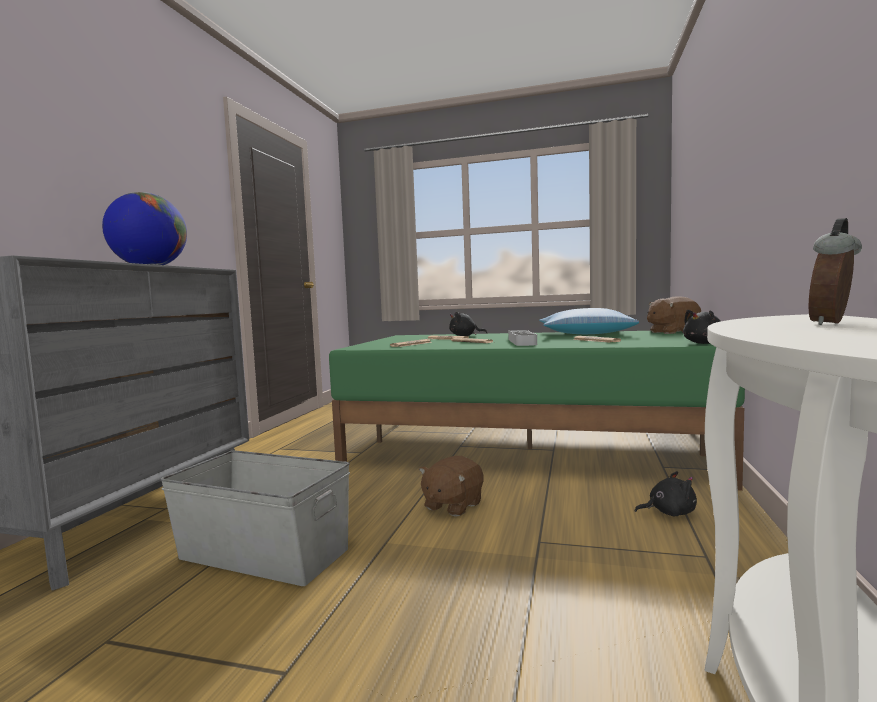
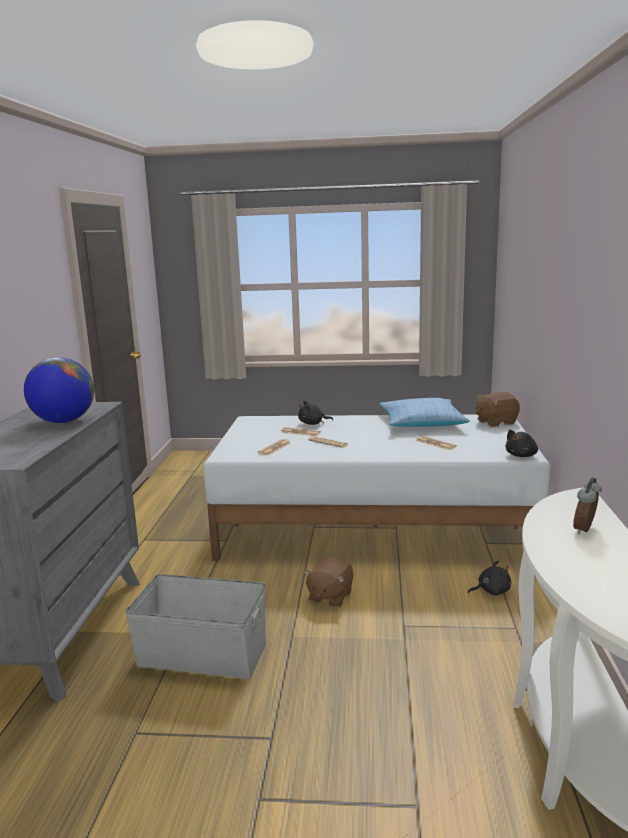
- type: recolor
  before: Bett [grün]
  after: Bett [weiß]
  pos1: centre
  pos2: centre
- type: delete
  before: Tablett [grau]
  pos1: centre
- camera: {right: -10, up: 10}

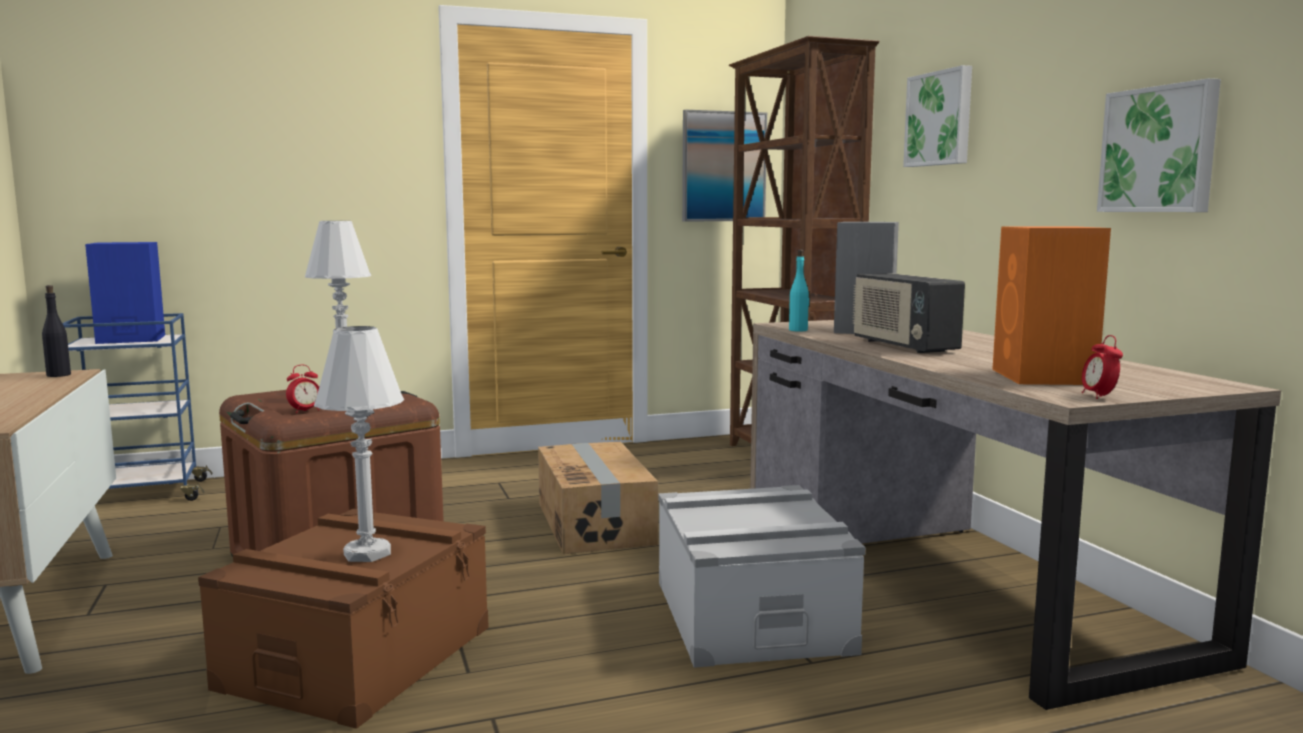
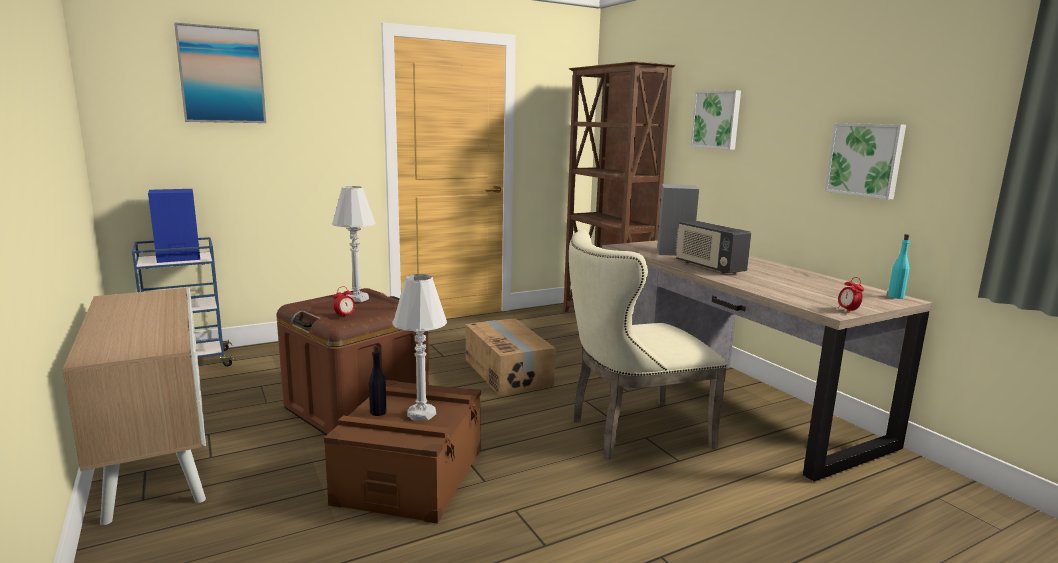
- type: move
  before: Bild (1st from left)
  pos1: top centre
  pos2: top left
- type: move
  before: Flasche [schwarz]
  pos1: middle left
  pos2: bottom centre
- type: replace
  before: Aufbewahrungsbox [grau]
  after: Stuhl [beige]
  pos1: bottom centre
  pos2: centre
- type: move
  before: Flasche [türkis]
  pos1: centre
  pos2: middle right
- type: delete
  before: Lautsprecher [orange]
  pos1: middle right
- camera: {right: -10, up: 5}

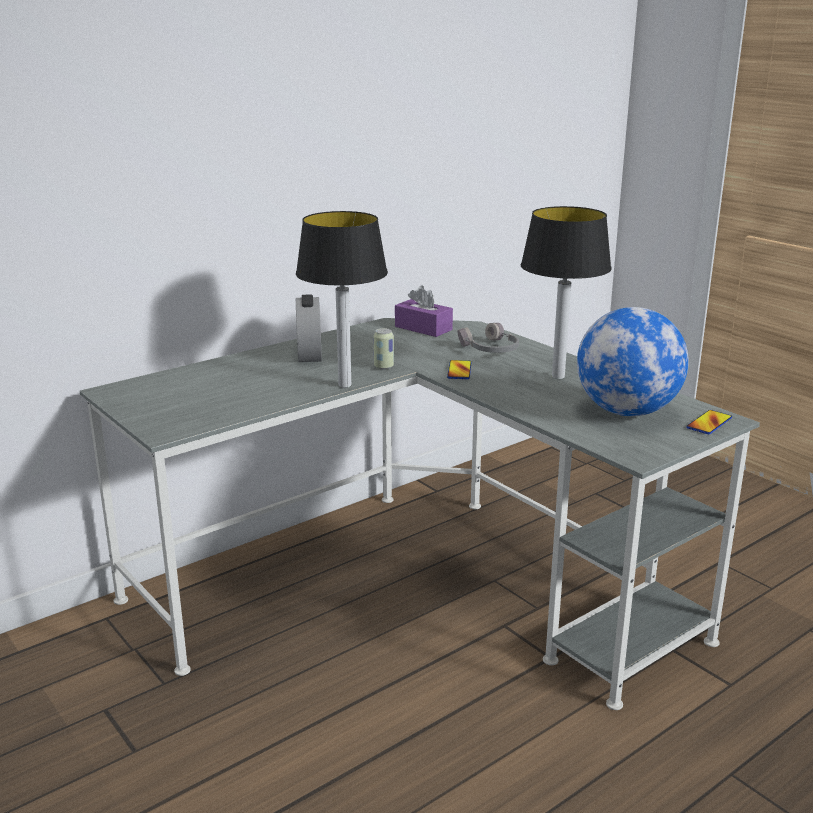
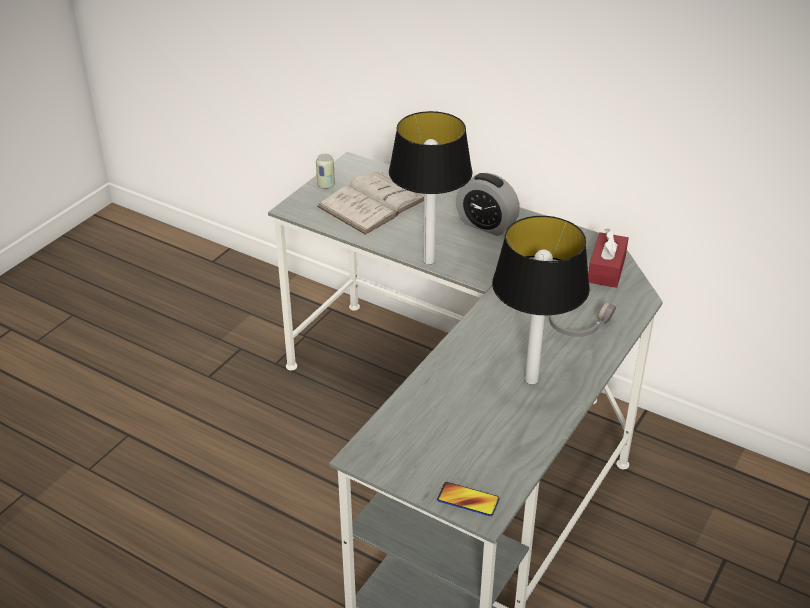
- type: move
  before: Dose
  pos1: centre
  pos2: top centre
- type: insert
  after: Buch [weiß]
  pos2: top centre
- type: rotate
  before: Wecker
  pos1: centre
  pos2: centre
  turn: 60
- type: recolor
  before: Taschentuchbox [lila]
  after: Taschentuchbox [rot]
  pos1: centre
  pos2: middle right
- type: delete
  before: Handy (1st from left)
  pos1: centre
- type: delete
  before: Globus
  pos1: middle right
- camera: {right: 70, up: 15}

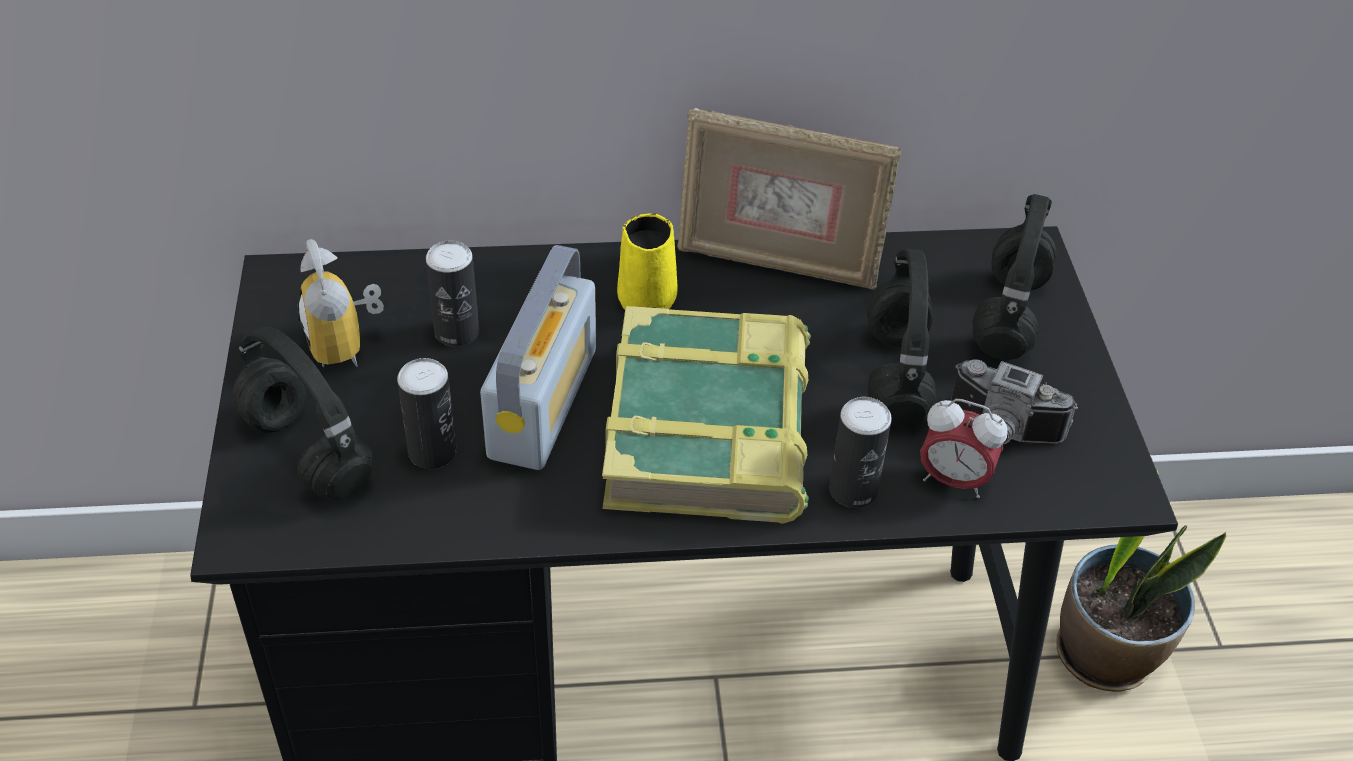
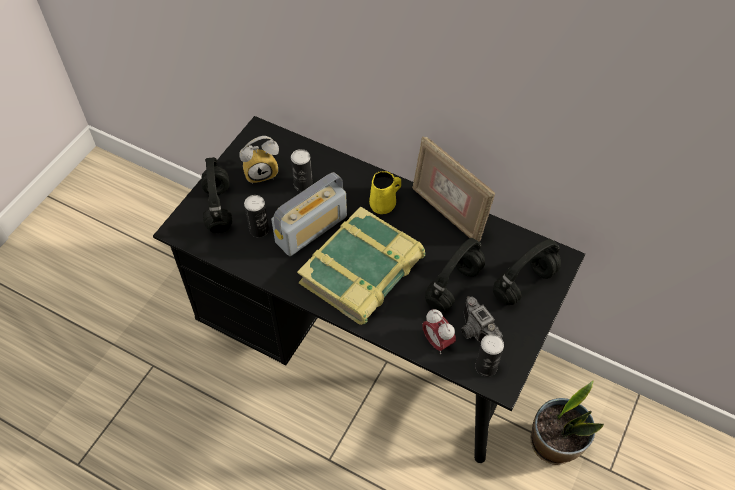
- type: rotate
  before: Wecker (1st from left)
  pos1: middle left
  pos2: top centre
  turn: -120
- type: move
  before: Dose (3rd from left)
  pos1: centre
  pos2: bottom centre
- camera: {right: 35, up: 10}

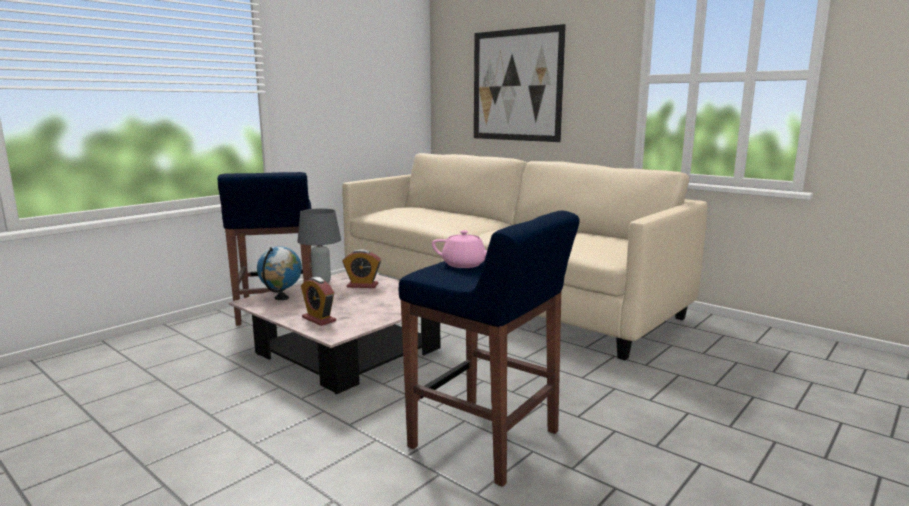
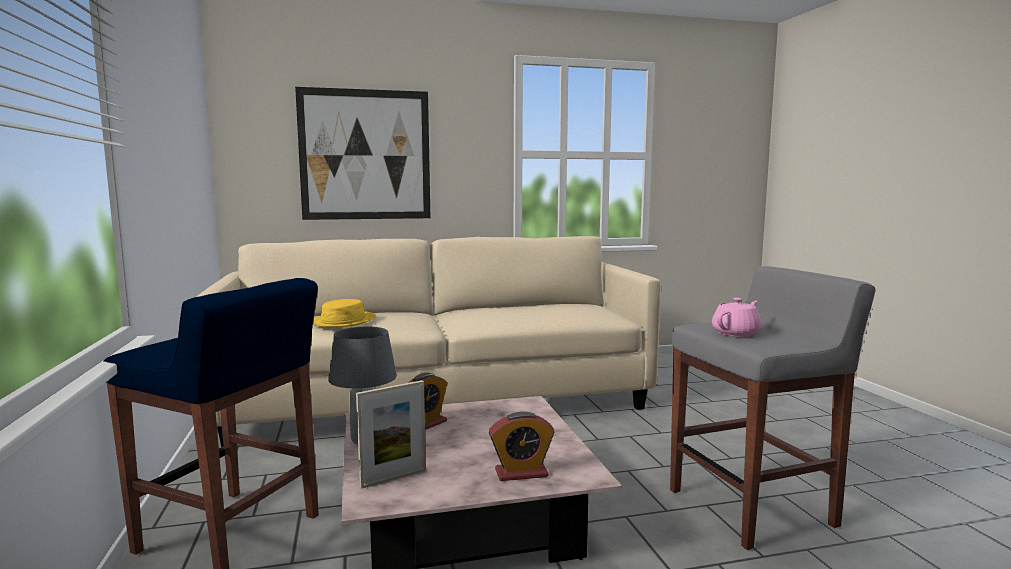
- type: insert
  after: Hut [gelb]
  pos2: centre
- type: replace
  before: Globus
  after: Bilderrahmen
  pos1: middle left
  pos2: bottom centre
- type: recolor
  before: Hocker [blau] (2nd from left)
  after: Hocker [grau]
  pos1: bottom centre
  pos2: bottom right
- camera: {right: -55, up: -5}

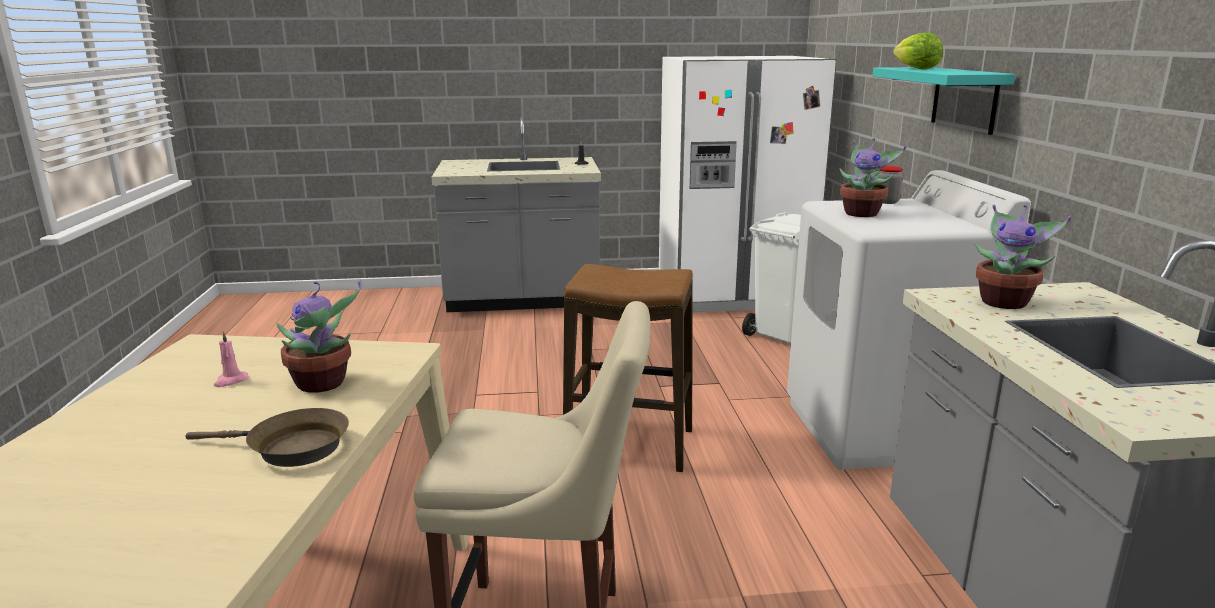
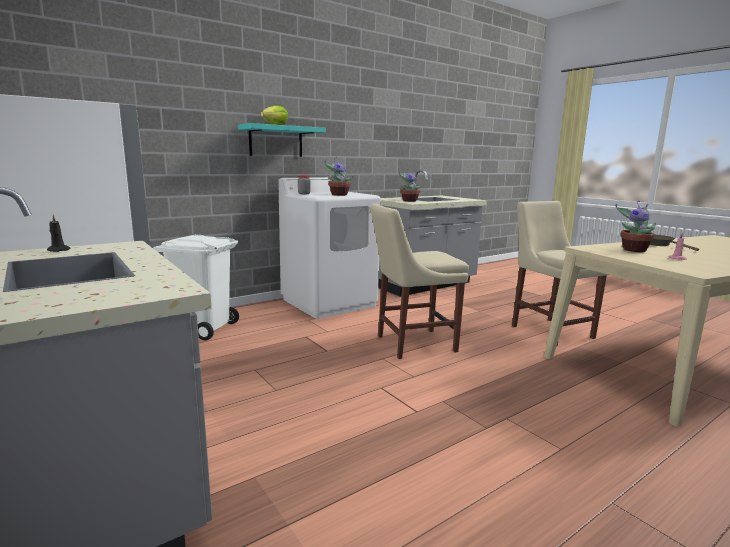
- type: replace
  before: Hocker
  after: Stuhl [beige] (1st from left)
  pos1: centre
  pos2: centre
- camera: {right: -120, up: -5}

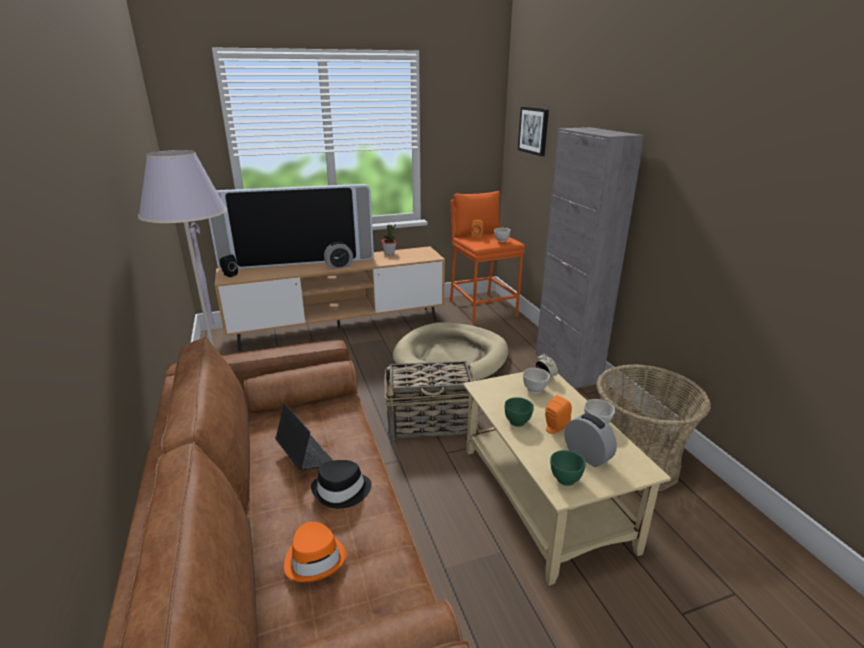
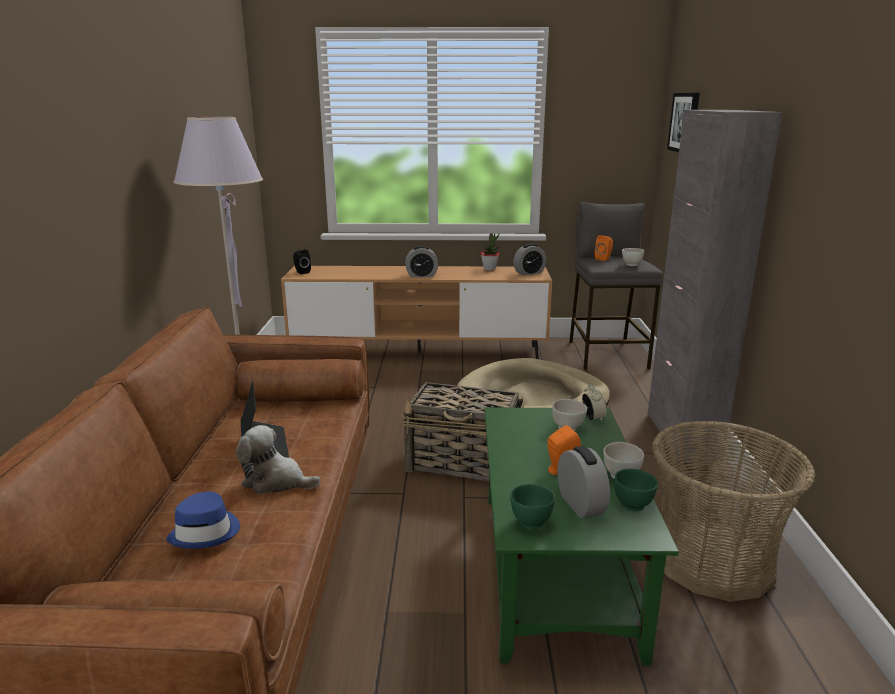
- type: recolor
  before: Hut [orange]
  after: Hut [blau]
  pos1: bottom centre
  pos2: bottom left
- type: replace
  before: Hut [schwarz]
  after: Plüschtier
  pos1: bottom centre
  pos2: middle left
- type: recolor
  before: Couchtisch [beige]
  after: Couchtisch [grün]
  pos1: bottom centre
  pos2: bottom centre
- type: insert
  after: Wecker (2nd from left)
  pos2: centre
- type: recolor
  before: Hocker [orange]
  after: Hocker [grau]
  pos1: centre
  pos2: middle right
- type: move
  before: Schüssel [grün] (1st from left in the first image)
  after: Schüssel [grün] (2nd from left)
  pos1: centre
  pos2: bottom right
- type: delete
  before: Fernseher
  pos1: centre
- camera: {right: 20, up: -5}

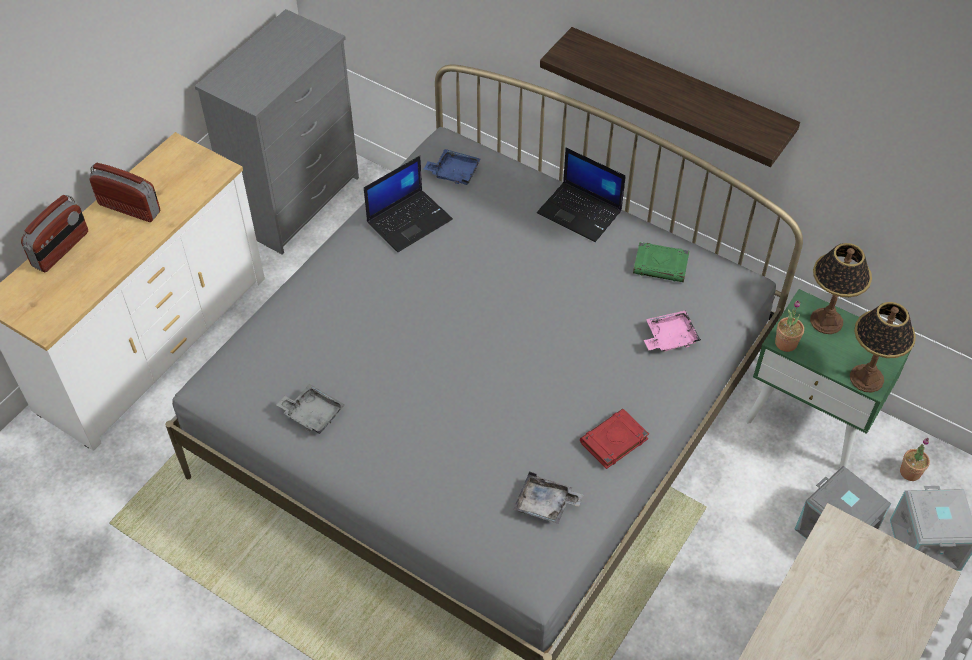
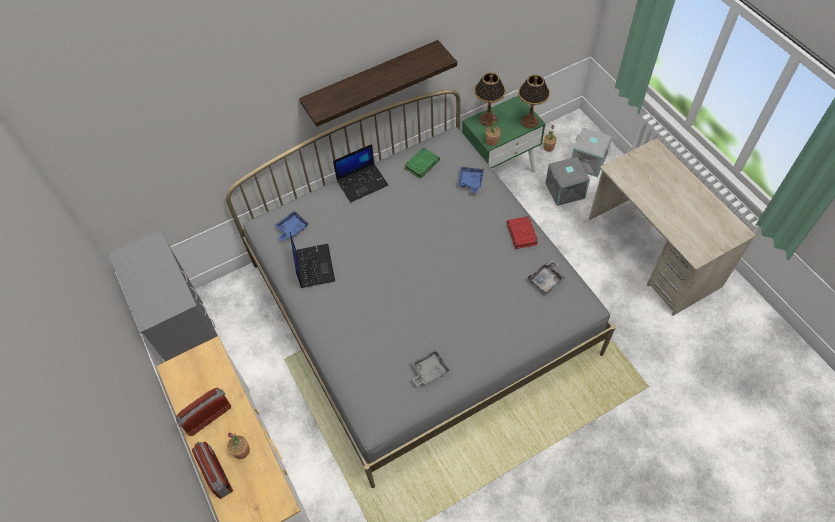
- type: insert
  after: Topfpflanze (1st from left)
  pos2: bottom left
- type: recolor
  before: Tablett [rosa]
  after: Tablett [blau] (2nd from left)
  pos1: middle right
  pos2: centre
- camera: {right: -60, up: 5}

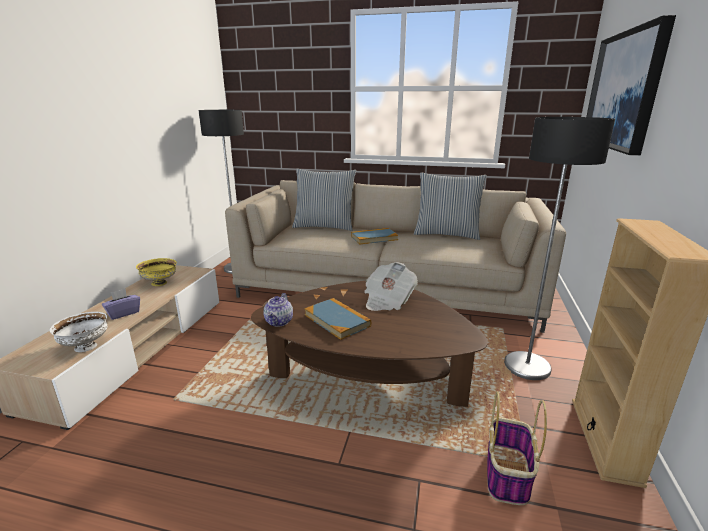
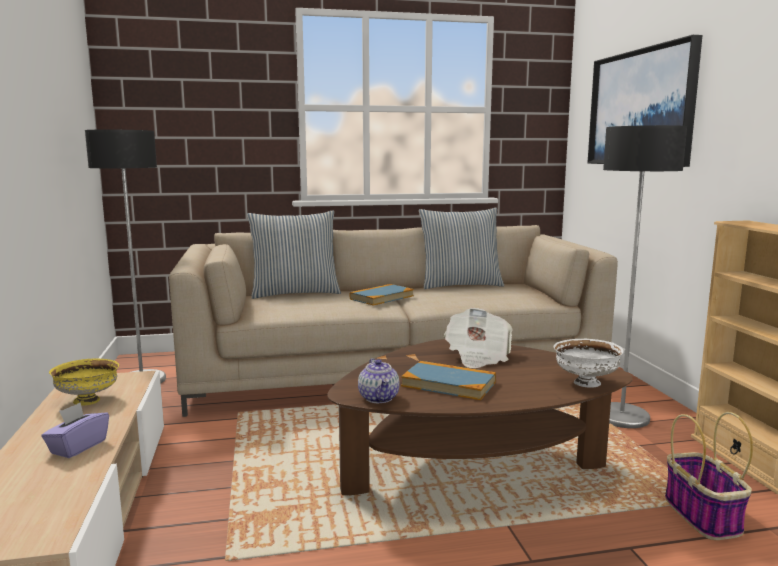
- type: move
  before: Schüssel [weiß]
  pos1: middle left
  pos2: middle right
- camera: {right: -25, up: -10}

